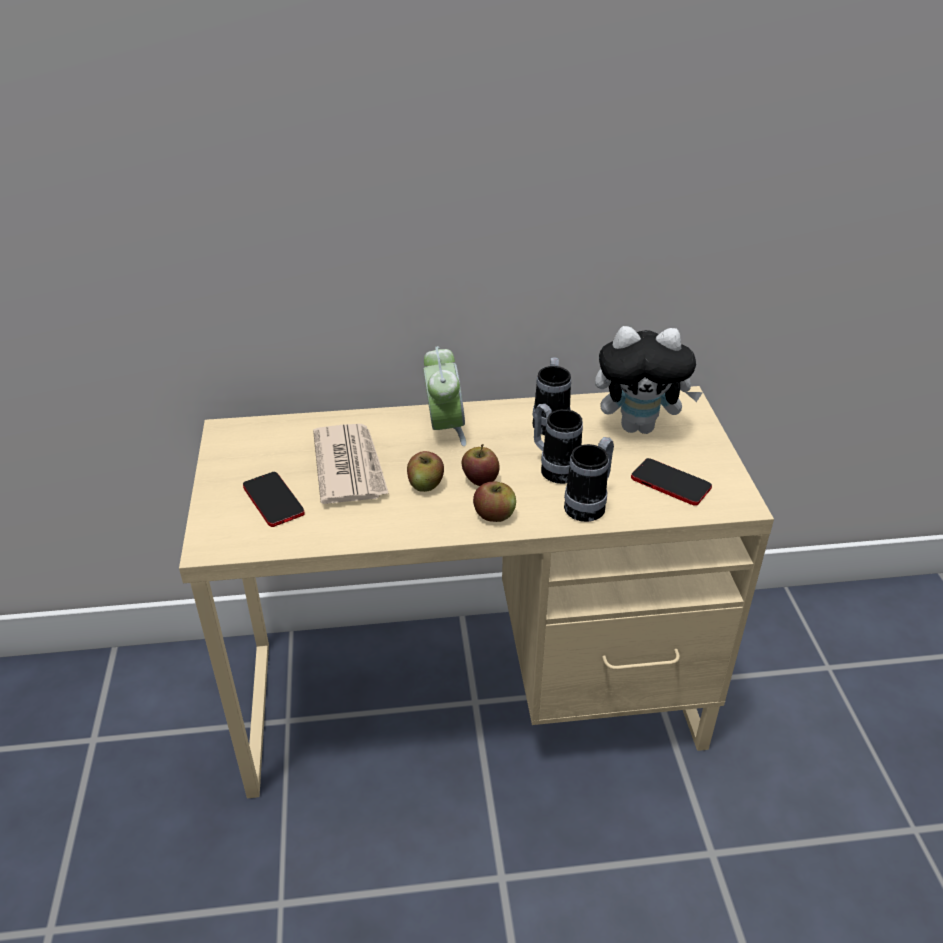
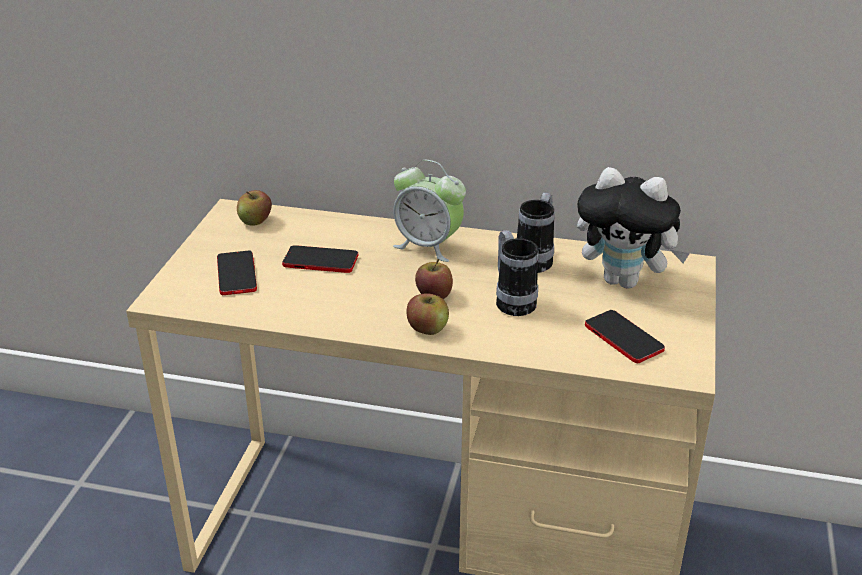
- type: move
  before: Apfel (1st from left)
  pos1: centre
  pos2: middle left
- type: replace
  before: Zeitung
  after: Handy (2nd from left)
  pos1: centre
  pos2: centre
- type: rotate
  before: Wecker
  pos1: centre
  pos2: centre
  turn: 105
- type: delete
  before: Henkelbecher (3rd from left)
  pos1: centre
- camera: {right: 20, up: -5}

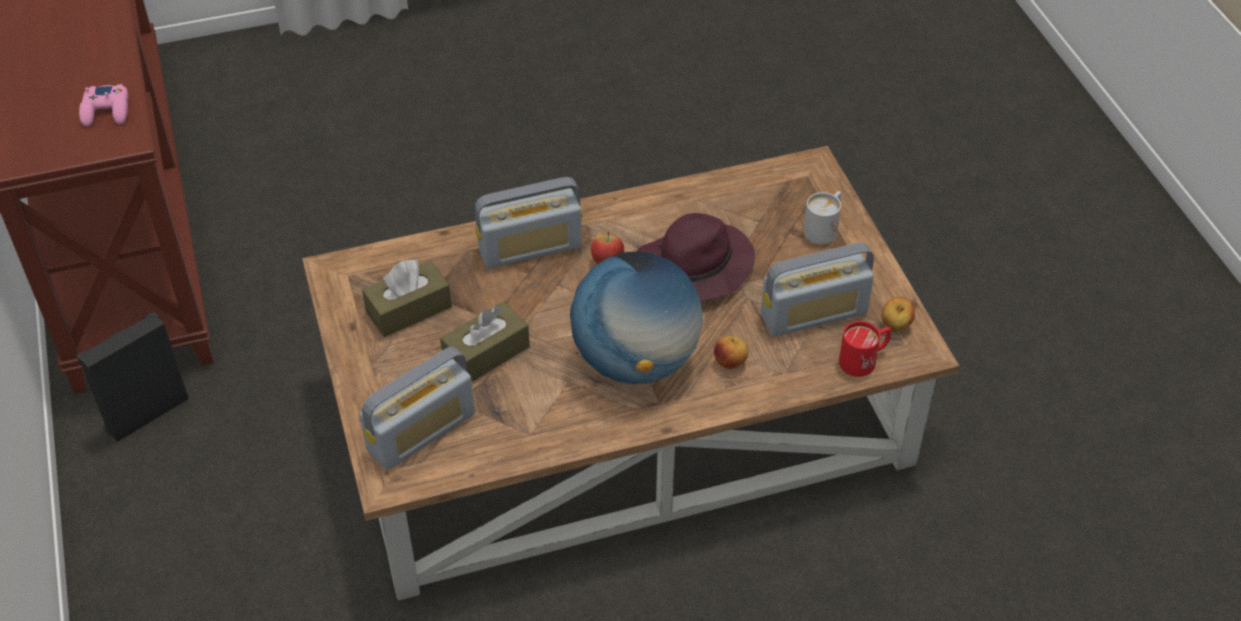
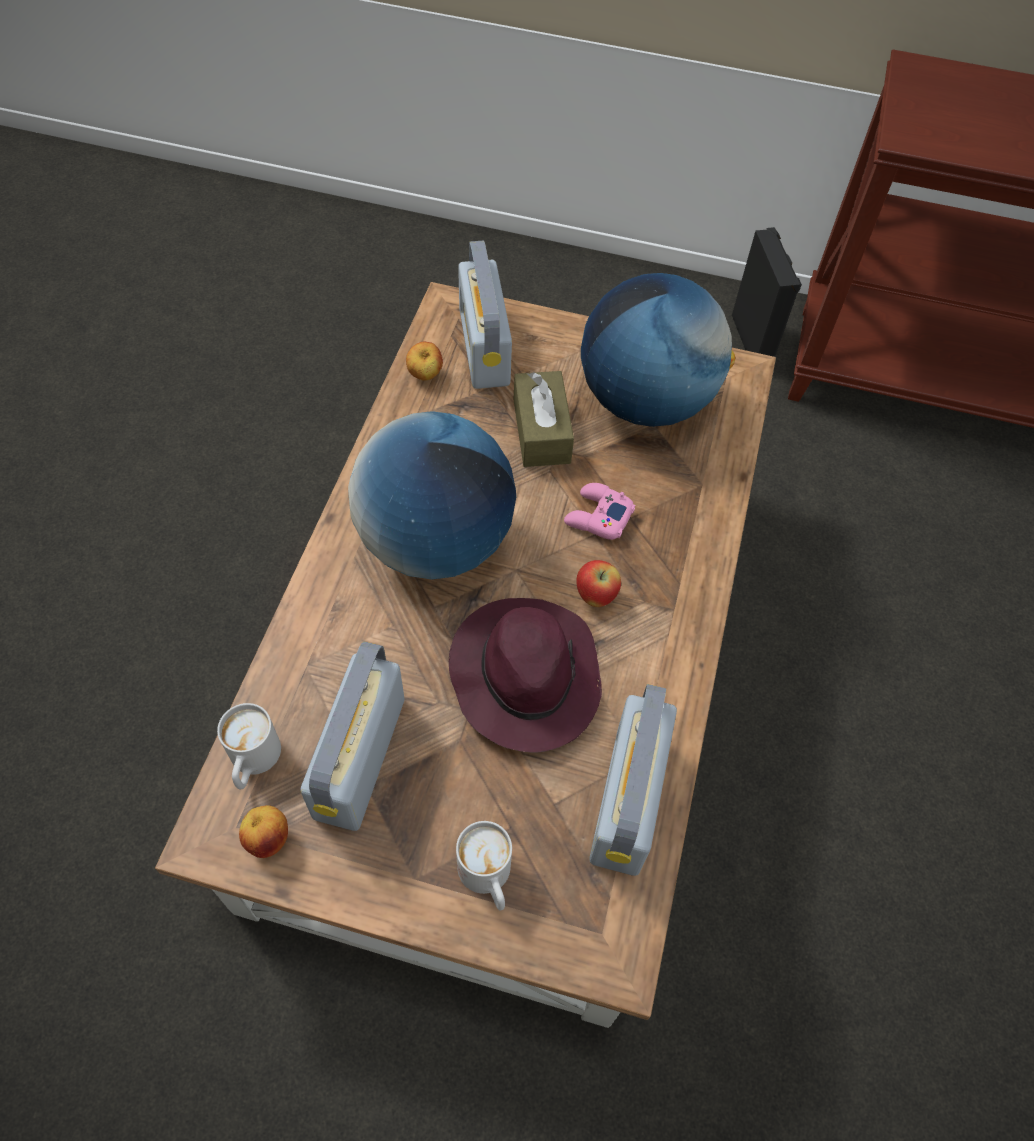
- type: recolor
  before: Henkelbecher [rot]
  after: Henkelbecher [weiß] (1st from left)
  pos1: middle right
  pos2: middle left
- type: move
  before: Apfel (2nd from left)
  pos1: centre
  pos2: top centre
- type: move
  before: Gamepad [rosa]
  pos1: top left
  pos2: centre
- type: replace
  before: Taschentuchbox [braun] (1st from left)
  after: Globus (2nd from left)
  pos1: middle left
  pos2: top centre
- type: move
  before: Radio (2nd from left in the first image)
  after: Radio (3rd from left)
  pos1: centre
  pos2: bottom centre
- camera: {right: 120, up: 10}

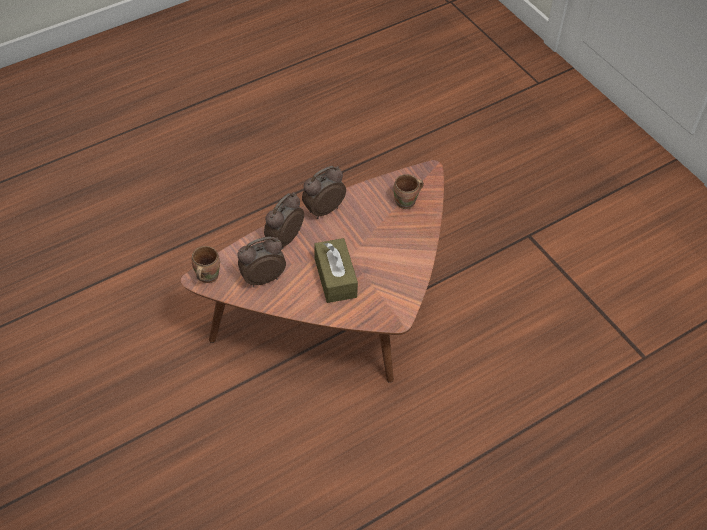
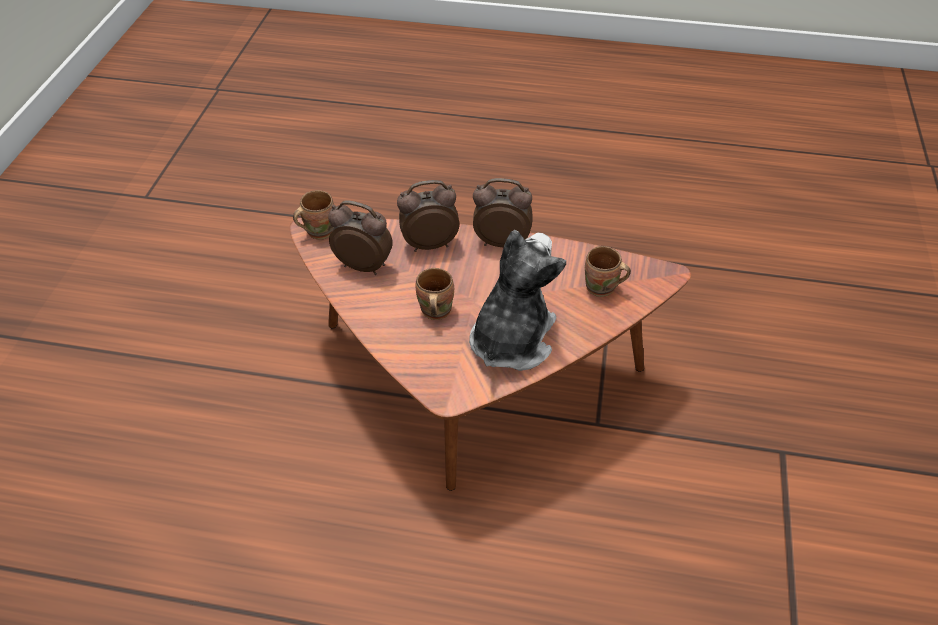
- type: replace
  before: Taschentuchbox [braun]
  after: Henkelbecher [braun] (2nd from left)
  pos1: centre
  pos2: centre
- type: insert
  after: Plüschtier
  pos2: centre
- camera: {right: 45, up: -5}

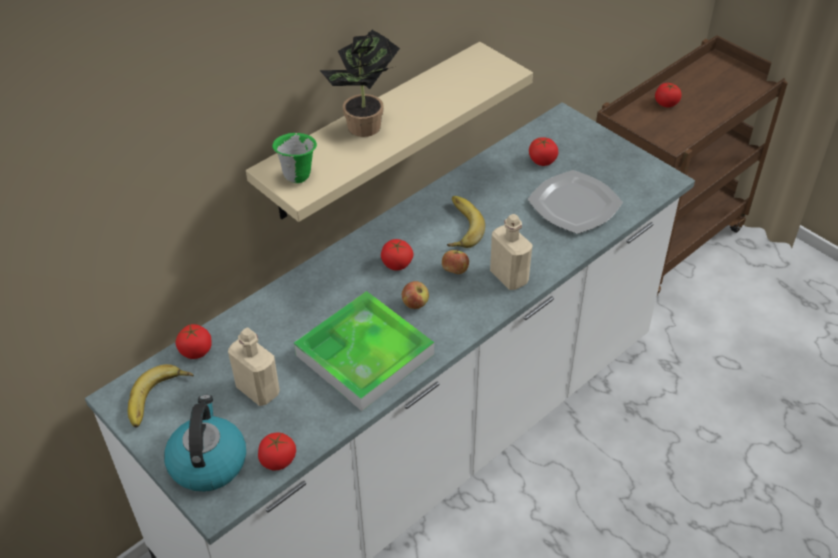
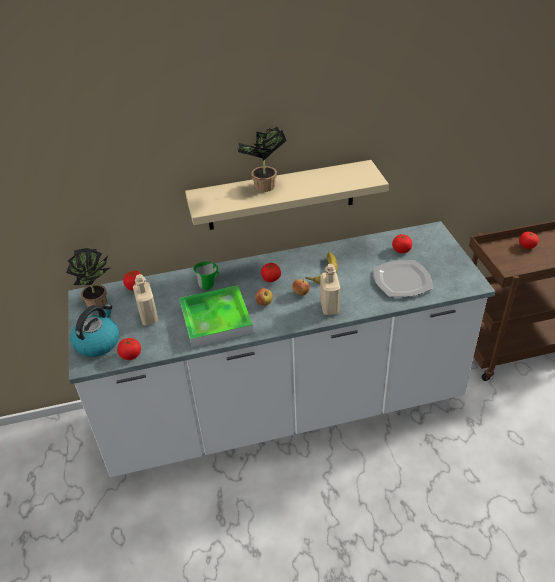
- type: replace
  before: Banane (1st from left)
  after: Topfpflanze (1st from left)
  pos1: bottom left
  pos2: middle left
- type: move
  before: Henkelbecher [grün]
  pos1: top centre
  pos2: centre
- camera: {right: 30, up: -5}

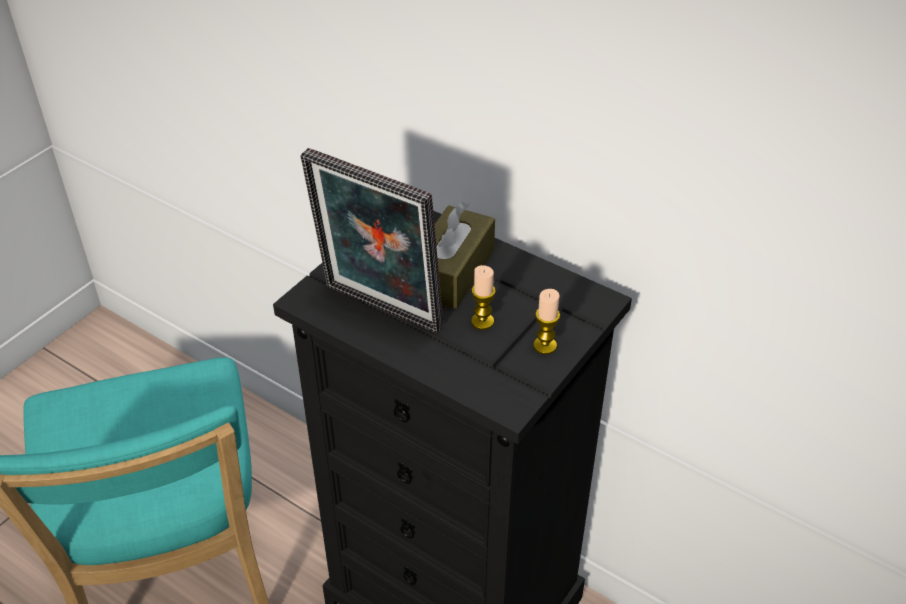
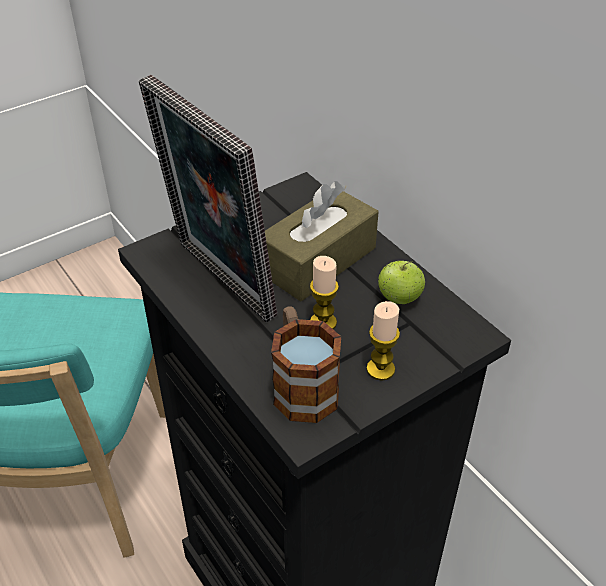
- type: insert
  after: Henkelbecher
  pos2: centre
- type: insert
  after: Apfel
  pos2: centre
- camera: {right: 20, up: 0}

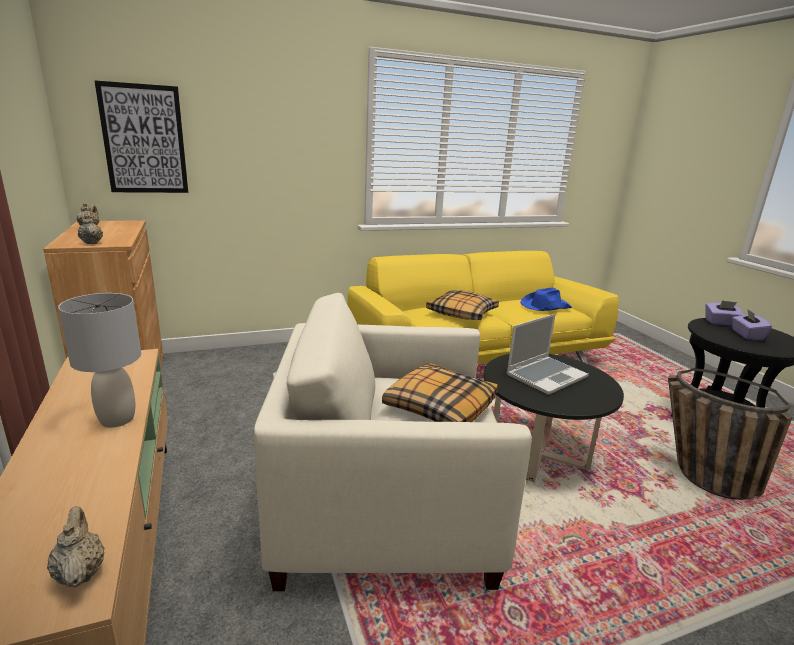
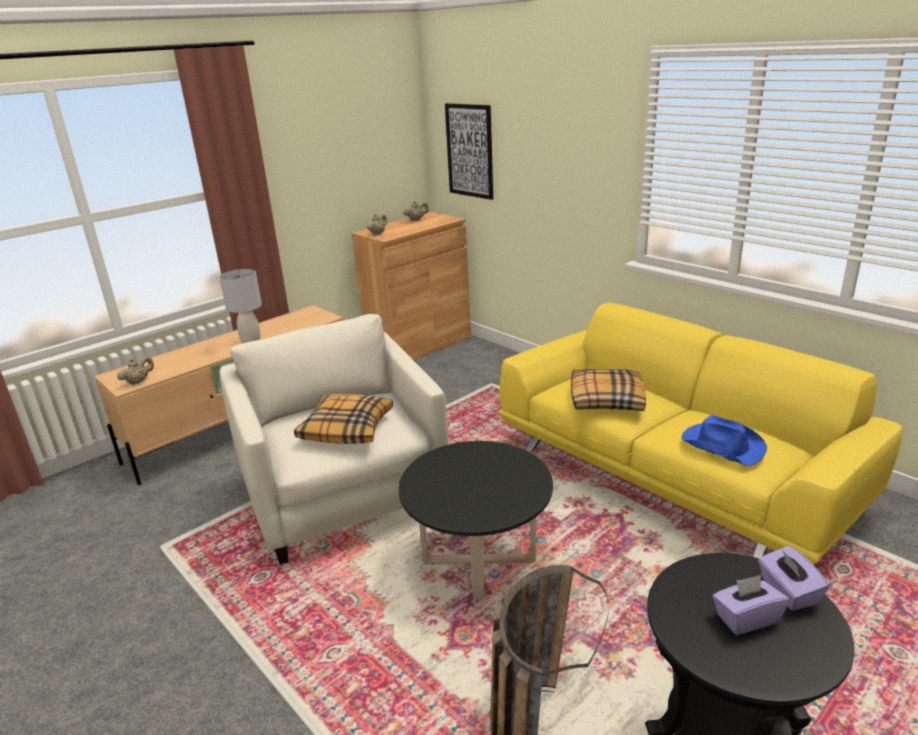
- type: delete
  before: Laptop
  pos1: middle right
- camera: {right: 70, up: 5}

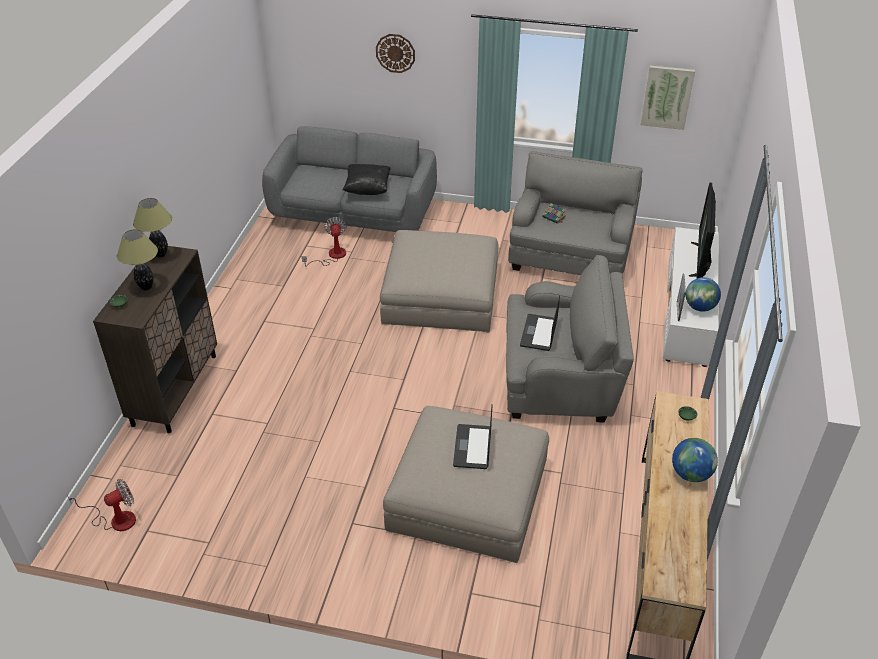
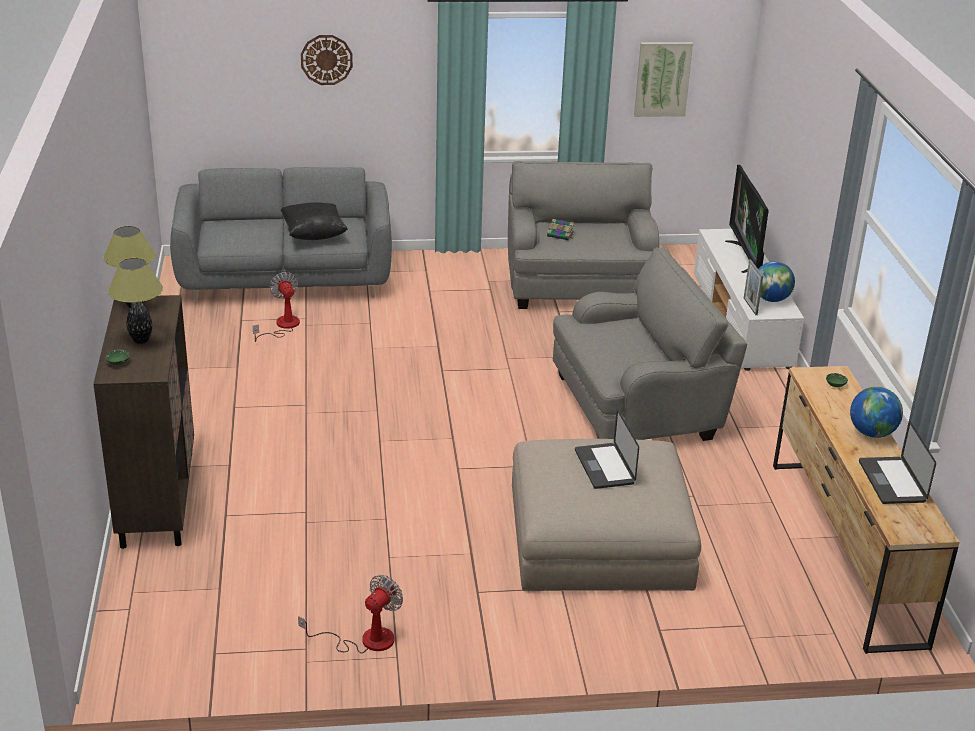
- type: move
  before: Ventilator (1st from left in the first image)
  after: Ventilator (2nd from left)
  pos1: bottom left
  pos2: bottom centre
- type: move
  before: Laptop (2nd from left)
  pos1: centre
  pos2: middle right
- type: delete
  before: Polsterhocker [beige] (1st from left)
  pos1: centre
- camera: {right: -20, up: -10}

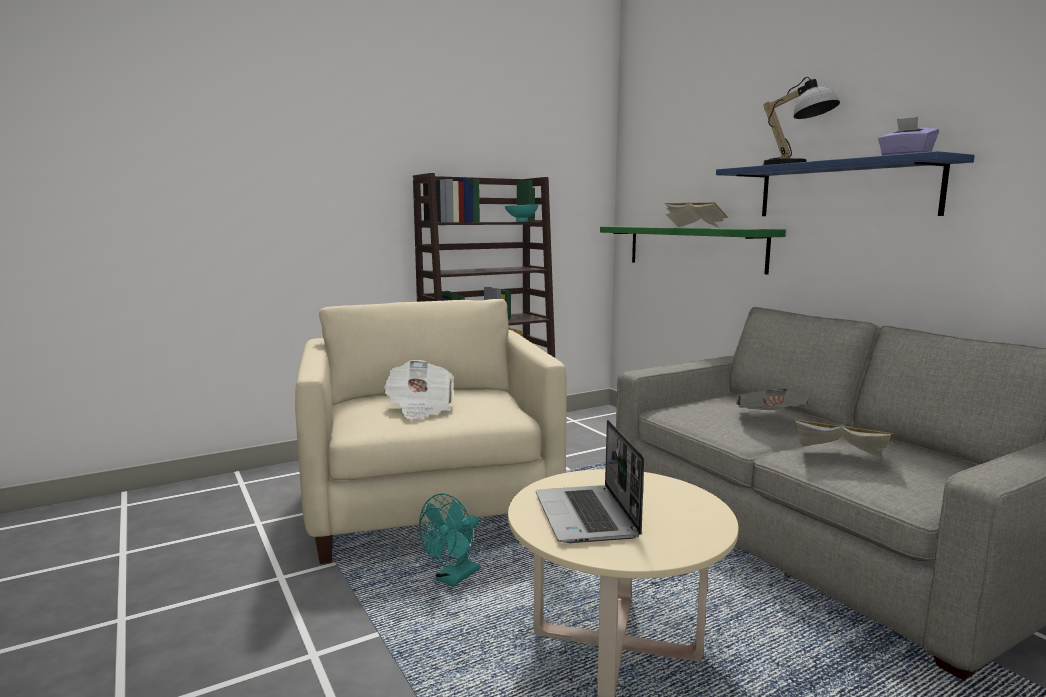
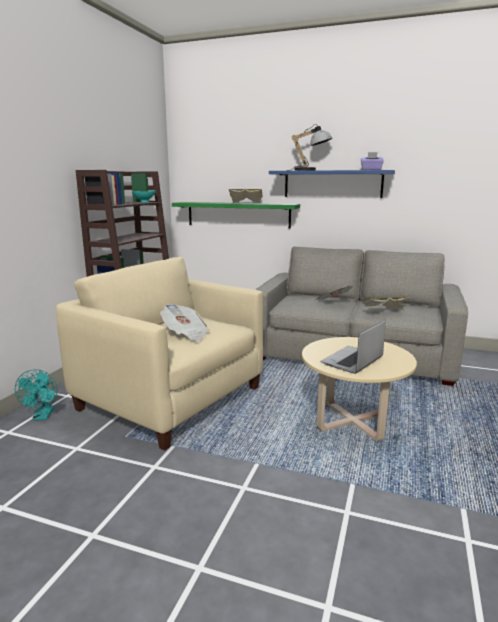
- type: move
  before: Ventilator [türkis]
  pos1: bottom centre
  pos2: middle left
- type: rotate
  before: Laptop
  pos1: bottom centre
  pos2: middle right
  turn: 90
- camera: {right: -40, up: 5}

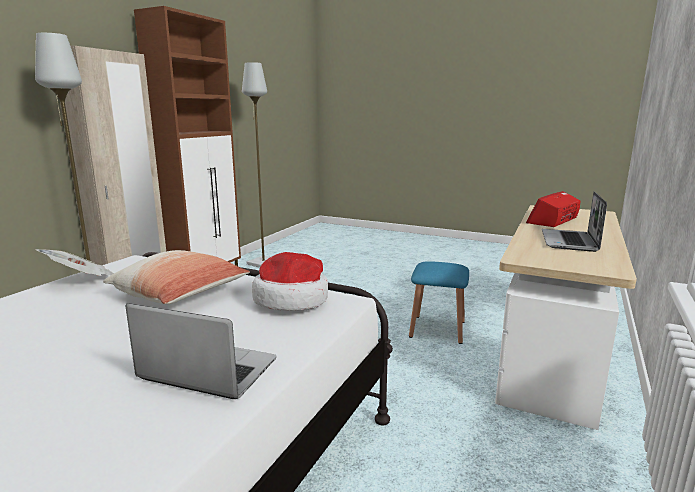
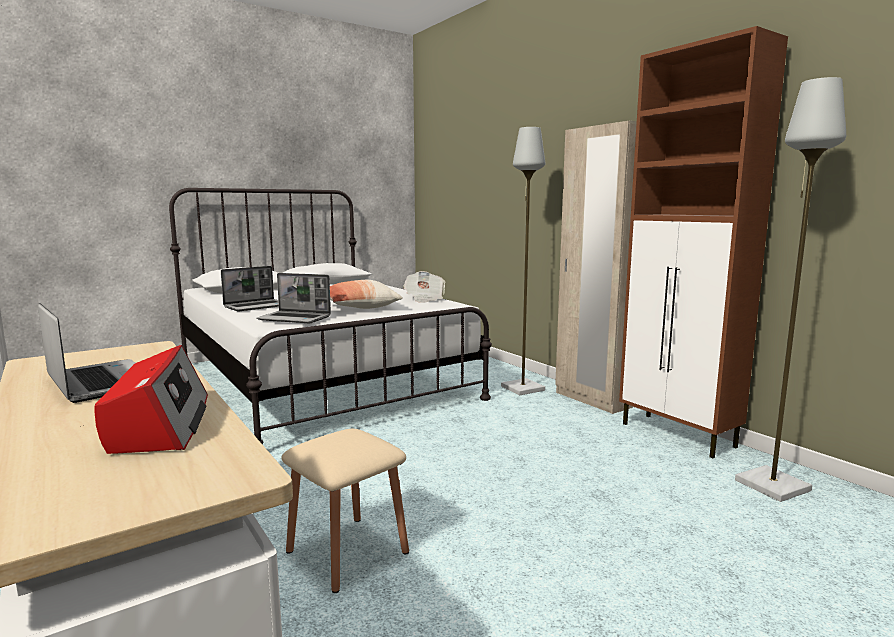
- type: replace
  before: Hut
  after: Laptop (3rd from left)
  pos1: centre
  pos2: middle left
- type: recolor
  before: Hocker [blau]
  after: Hocker [beige]
  pos1: centre
  pos2: bottom centre
- camera: {right: 120, up: -5}

